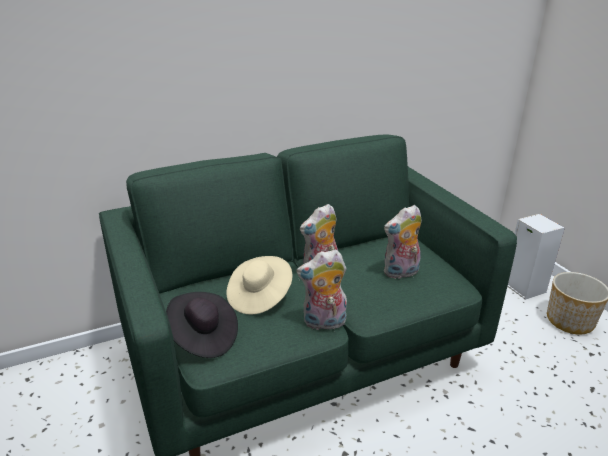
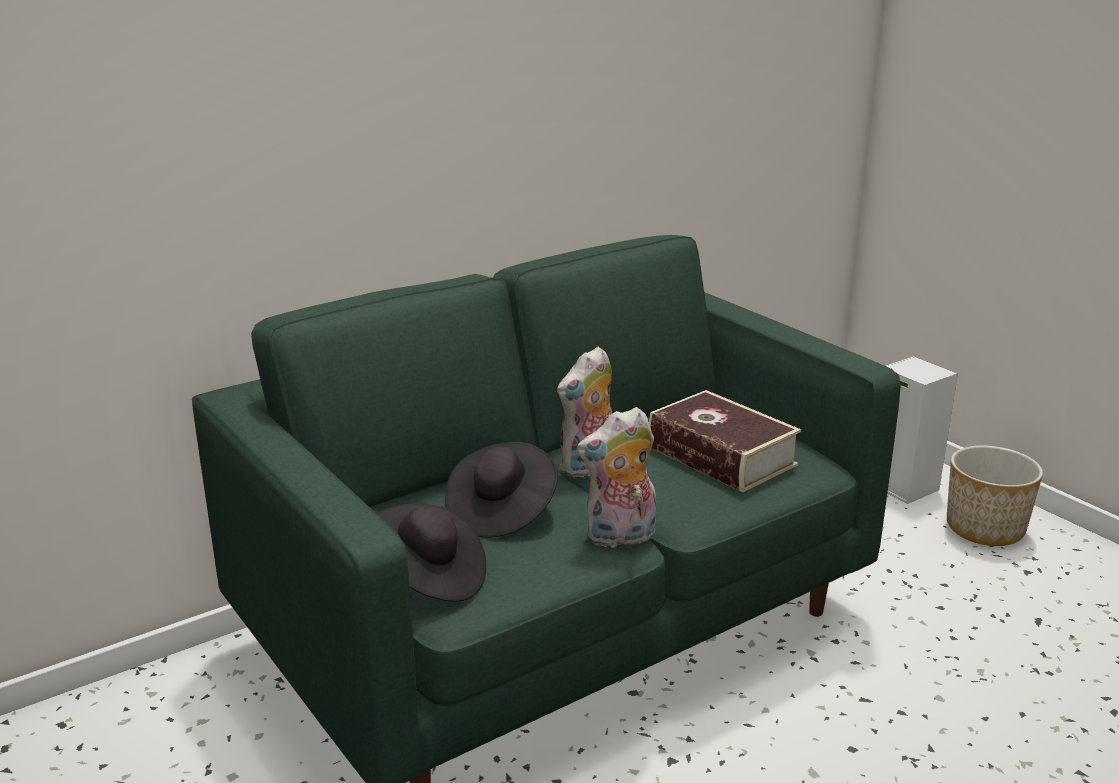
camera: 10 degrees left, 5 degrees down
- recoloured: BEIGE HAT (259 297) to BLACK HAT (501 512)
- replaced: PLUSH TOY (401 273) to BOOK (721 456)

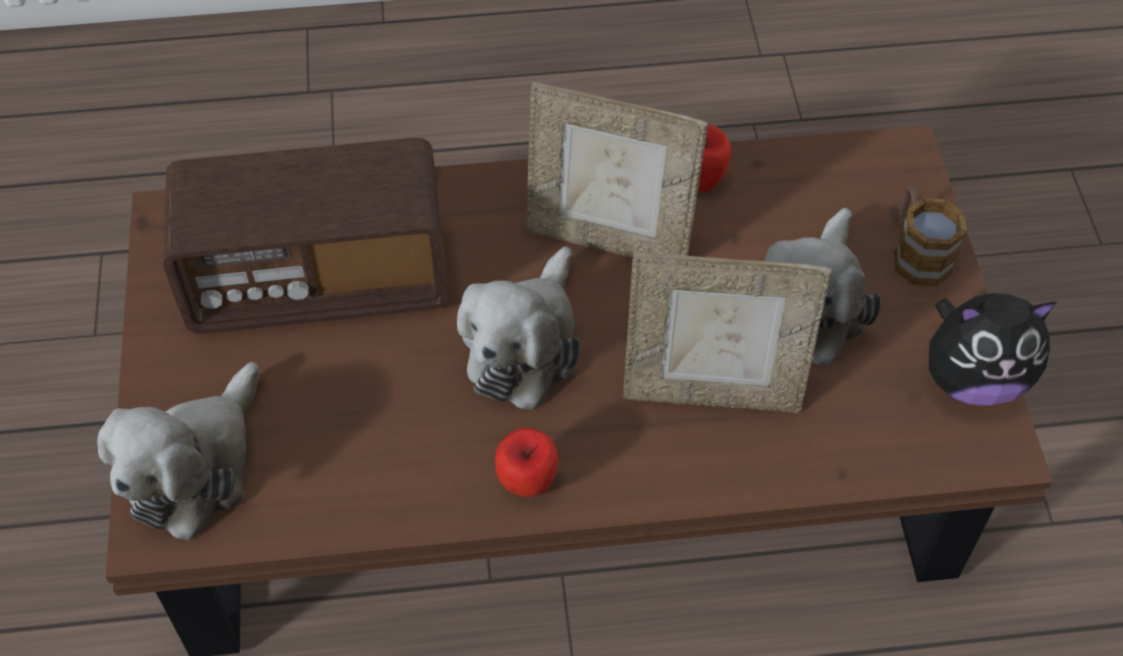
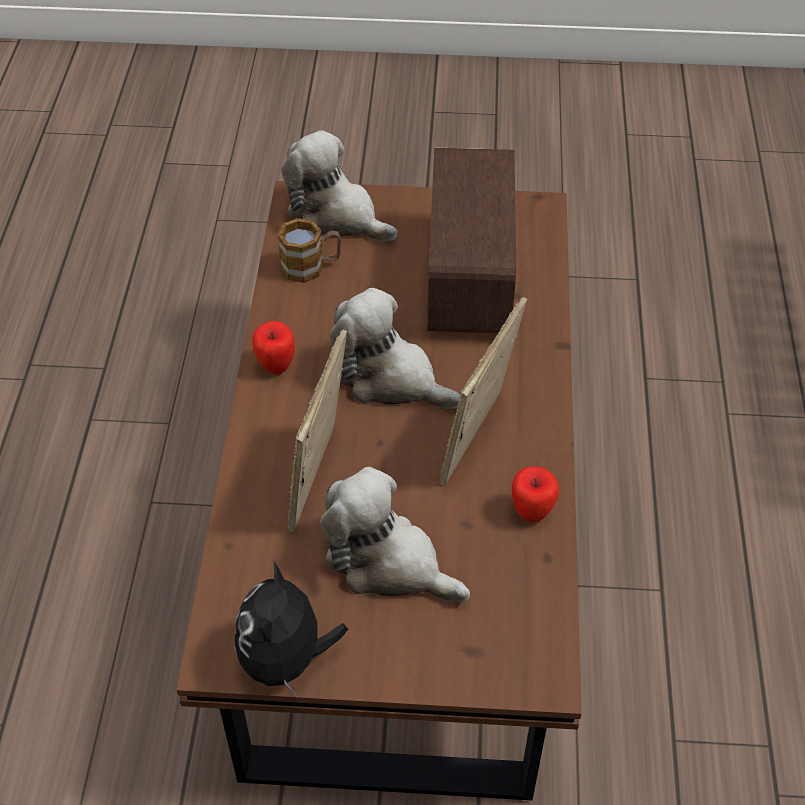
camera: 100 degrees right, 5 degrees down
- moved: MUG (916 252) to (311 266)

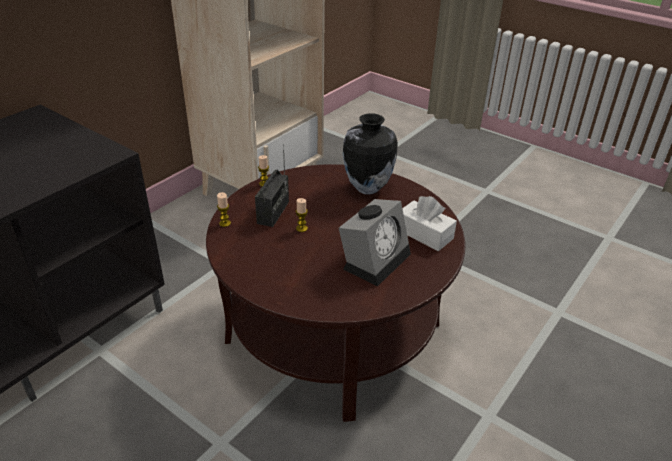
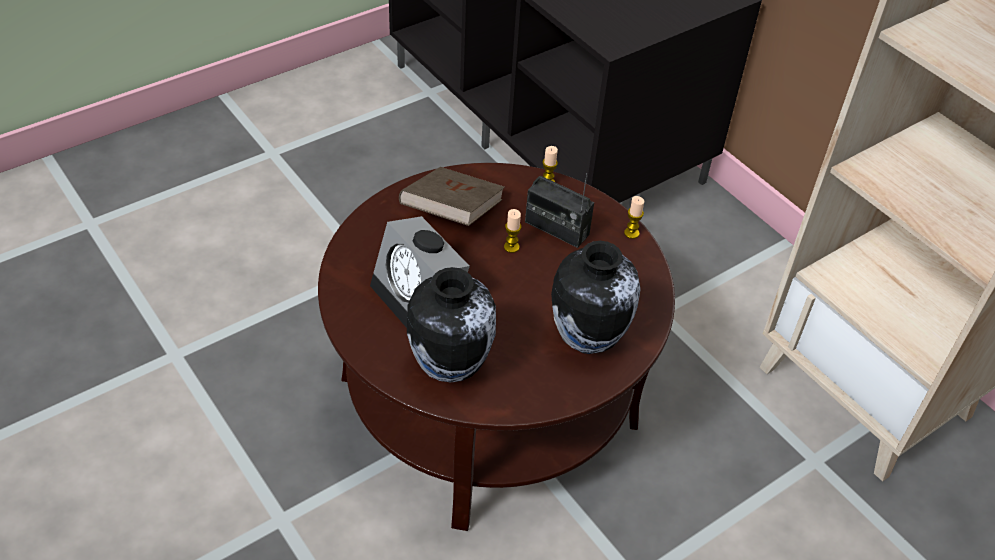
camera: 105 degrees right, 10 degrees up
- replaced: WHITE TISSUE BOX (424 234) to VASE (450 367)
- added: BROWN BOOK (452 213)

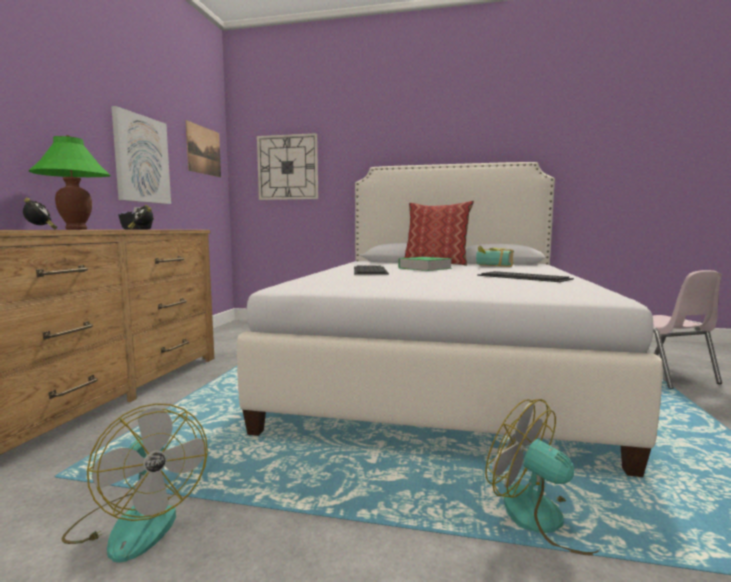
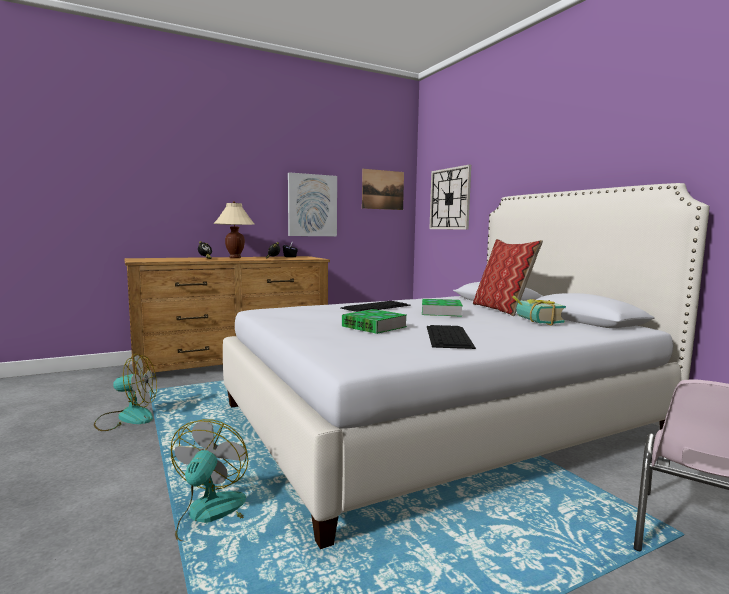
camera: 50 degrees right, 0 degrees up
- recoloured: GREEN TABLE LAMP (76 229) to BEIGE TABLE LAMP (235 258)
- turned: FAN (137 522) = (126 418) 105 degrees counterclockwise
- added: BOOK (374 326)

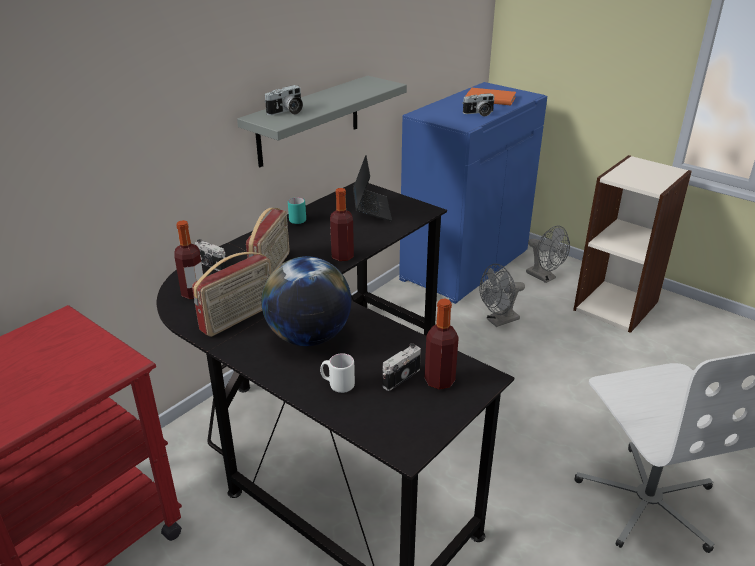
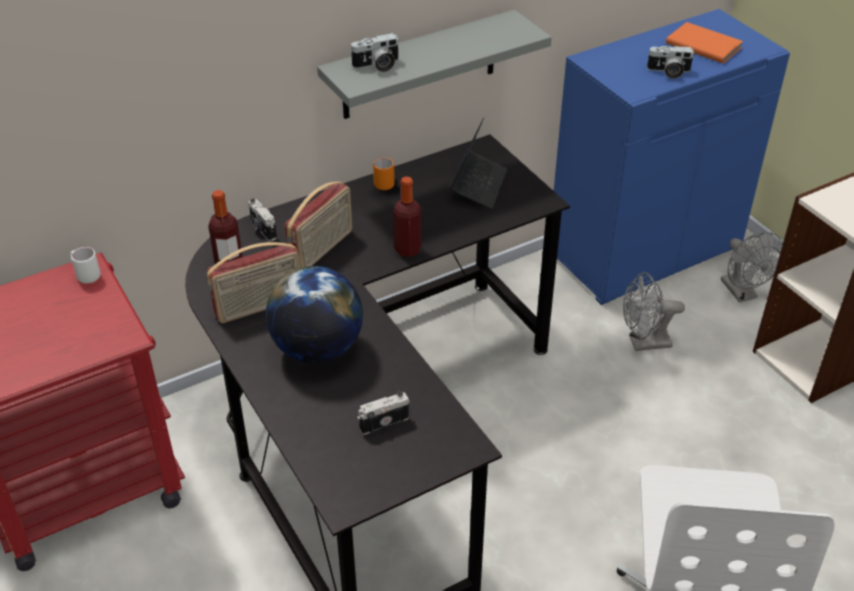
camera: 20 degrees right, 10 degrees up
- recoloured: TURQUOISE MUG (298 219) to ORANGE MUG (385 182)
- moved: WHITE MUG (337 385) to (86 275)
- removed: BOTTLE (439 381)

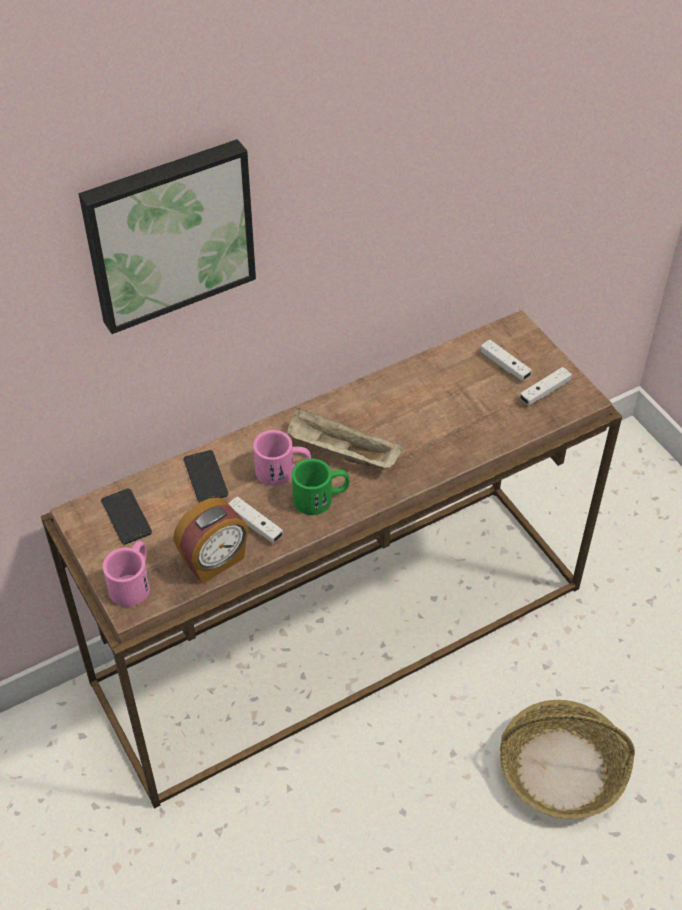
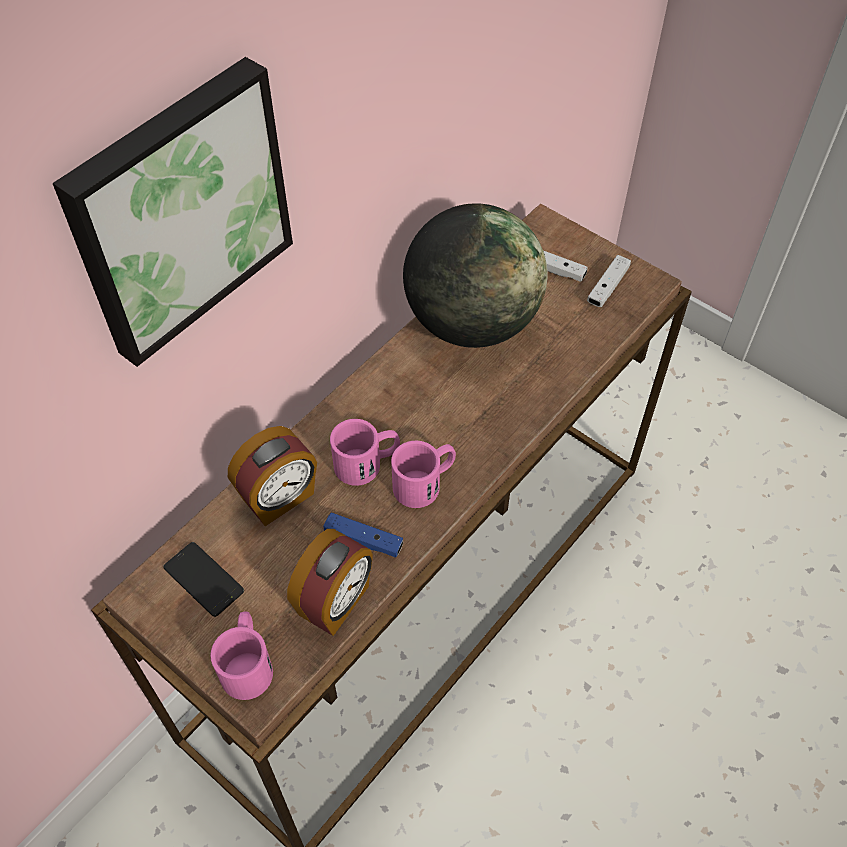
camera: 20 degrees left, 5 degrees up
- replaced: PHONE (205 477) to ALARM CLOCK (279 498)
- recoloured: WHITE GAME CONTROLLER (255 525) to BLUE GAME CONTROLLER (363 540)
- removed: BEIGE TRAY (341 453)
- recoloured: GREEN MUG (321 498) to PINK MUG (425 482)
- removed: BASKET (562 769)
- added: GLOBE (471 324)

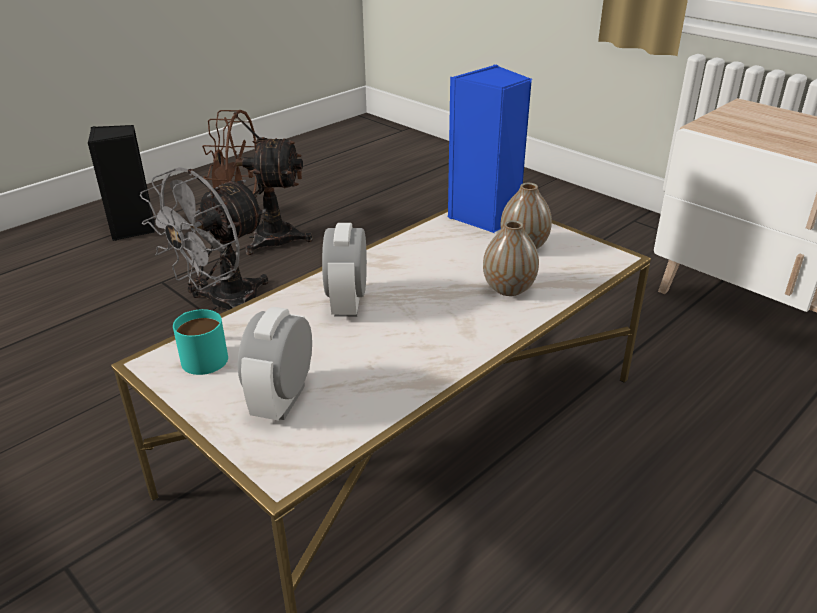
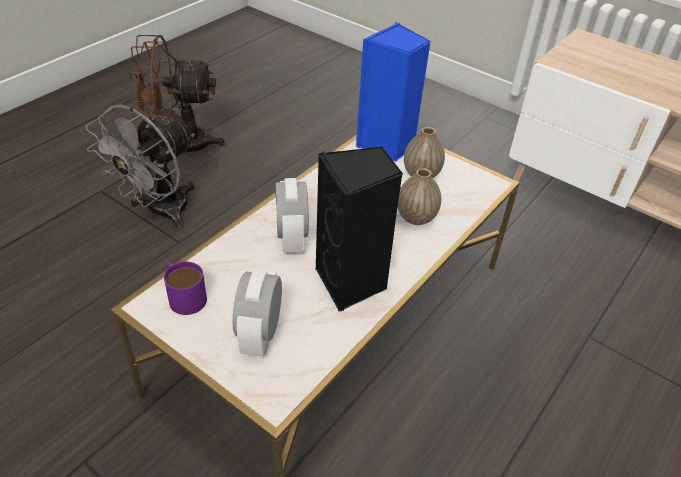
camera: 10 degrees left, 10 degrees up
- moved: BLACK SPEAKER (133 229) to (352 283)
- recoloured: TURQUOISE MUG (201 355) to PURPLE MUG (184 295)

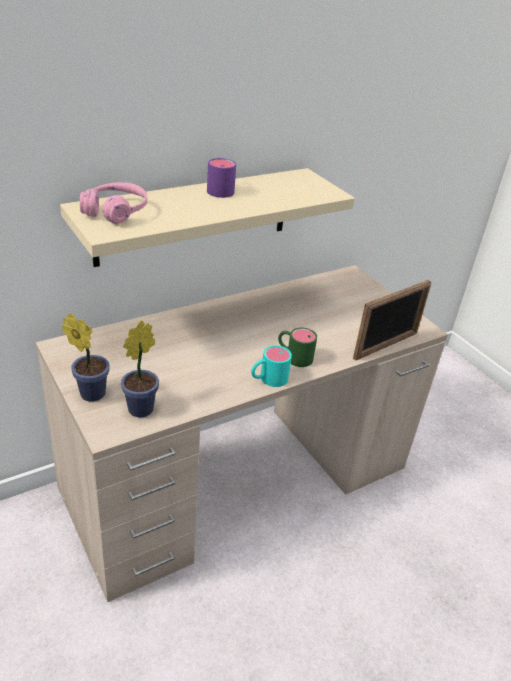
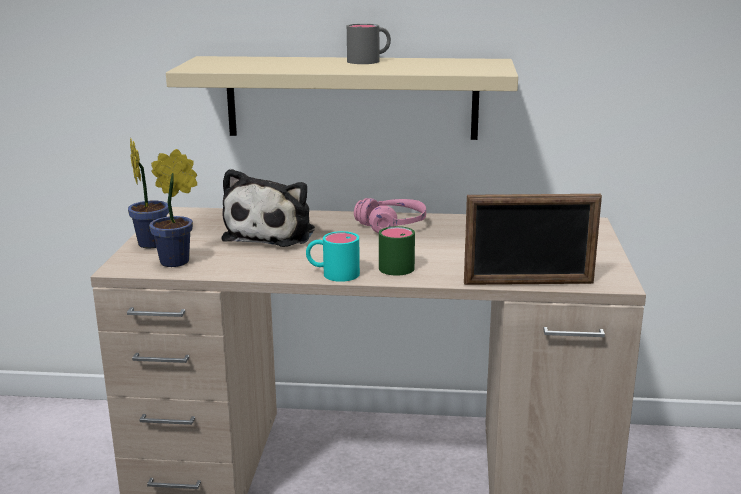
camera: 40 degrees right, 15 degrees down
- moved: PINK HEADPHONES (115 212) to (392 225)
- recoloured: PURPLE MUG (223 189) to GREY MUG (370 61)
- added: PLUSH TOY (273 234)

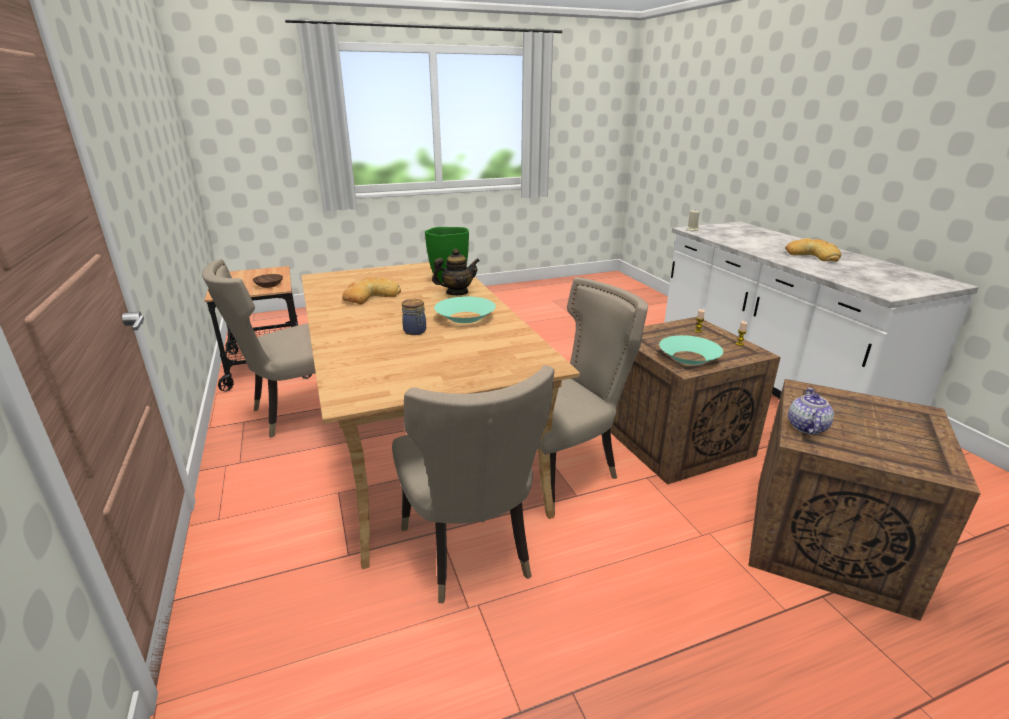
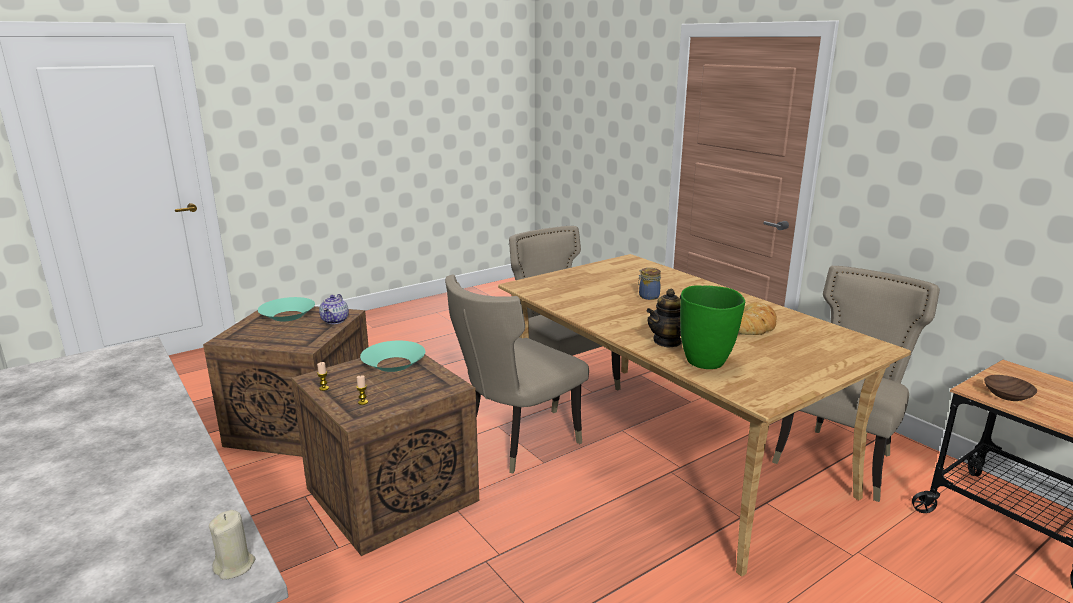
camera: 165 degrees right, 5 degrees down
- moved: TURQUOISE BOWL (465 317) to (288 316)
- removed: BREAD (812 255)

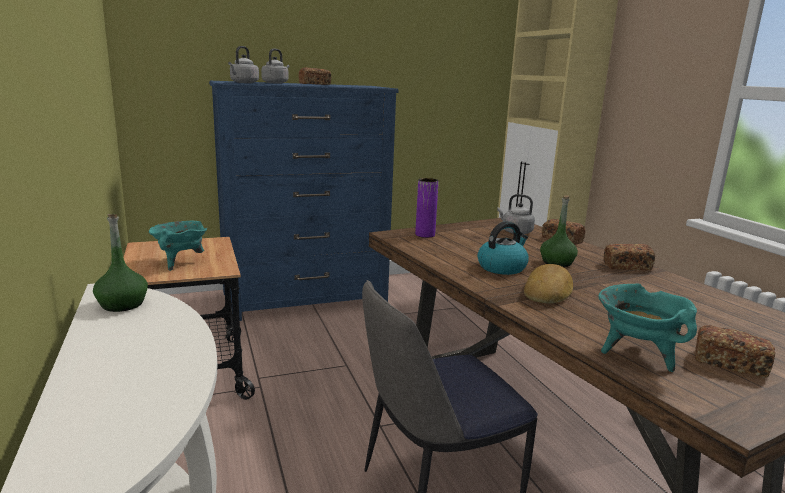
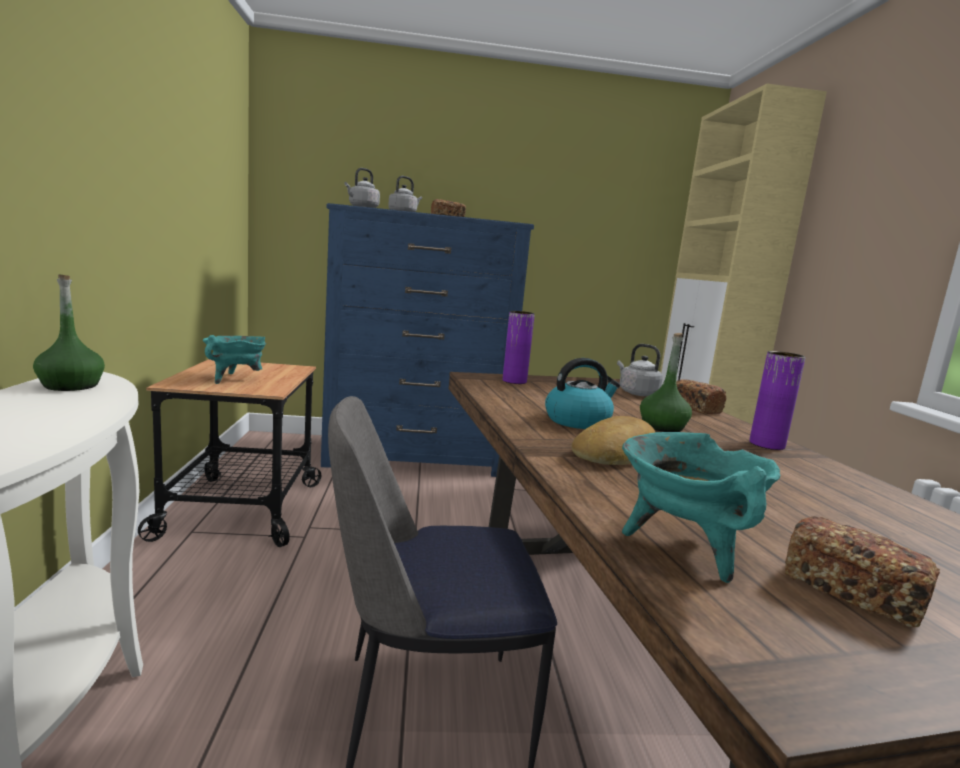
camera: 15 degrees right, 5 degrees down
- replaced: BREAD (627 266) to PURPLE VASE (766 444)

